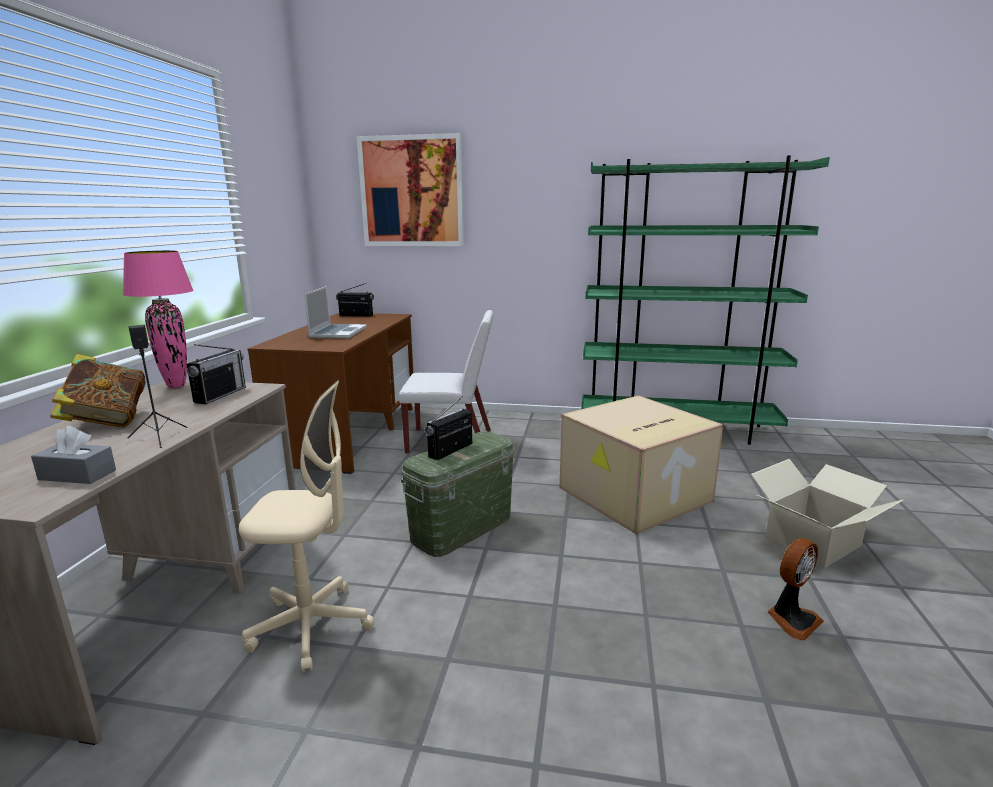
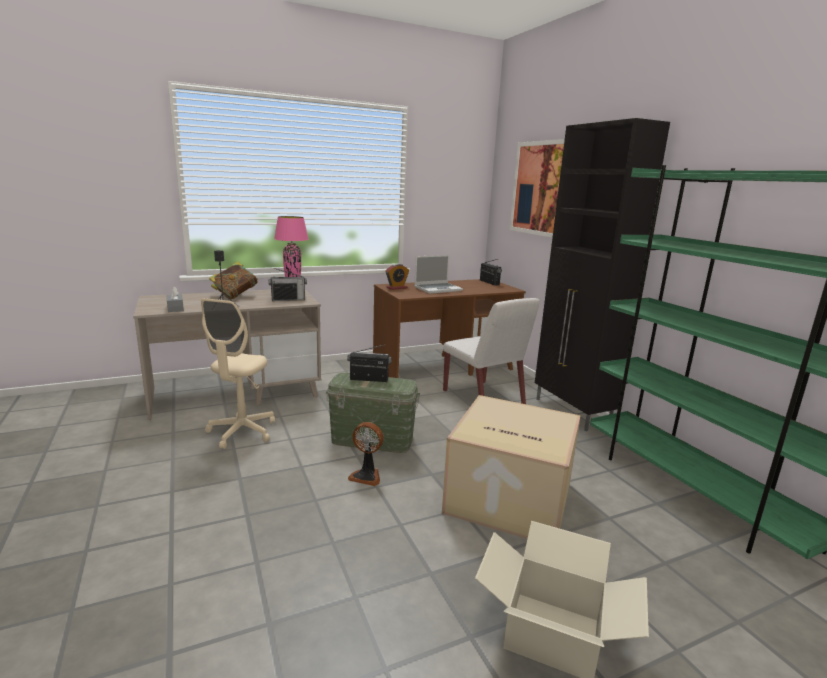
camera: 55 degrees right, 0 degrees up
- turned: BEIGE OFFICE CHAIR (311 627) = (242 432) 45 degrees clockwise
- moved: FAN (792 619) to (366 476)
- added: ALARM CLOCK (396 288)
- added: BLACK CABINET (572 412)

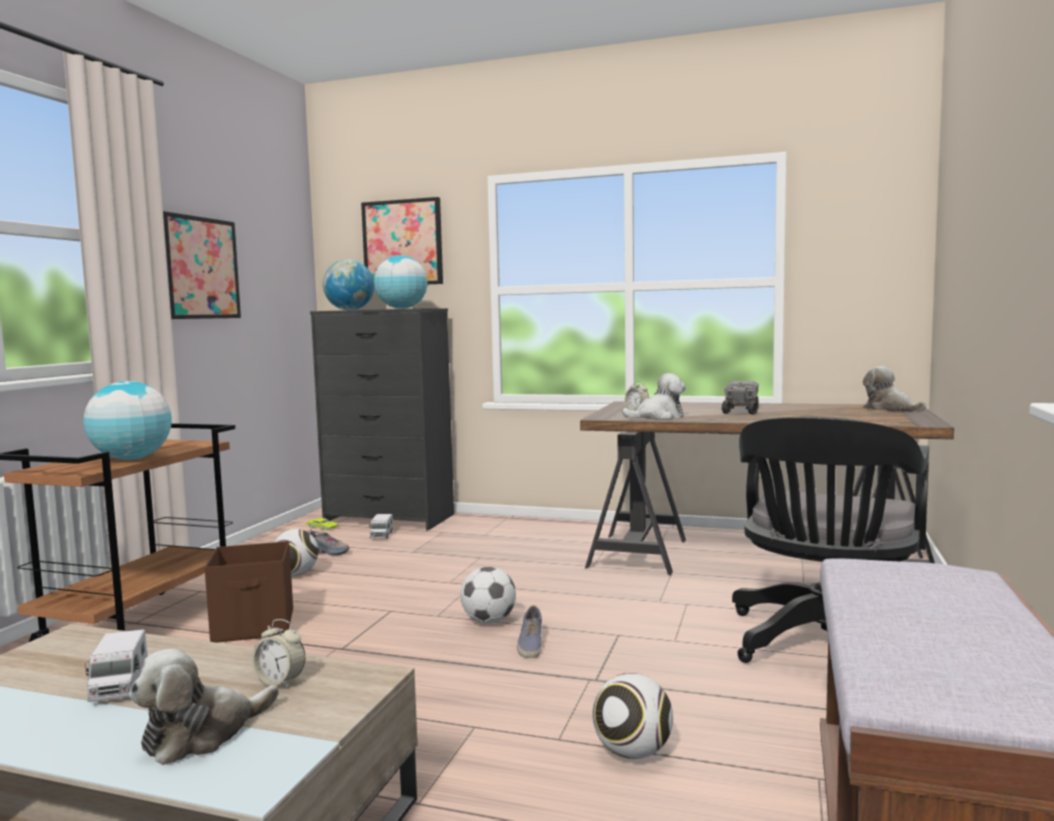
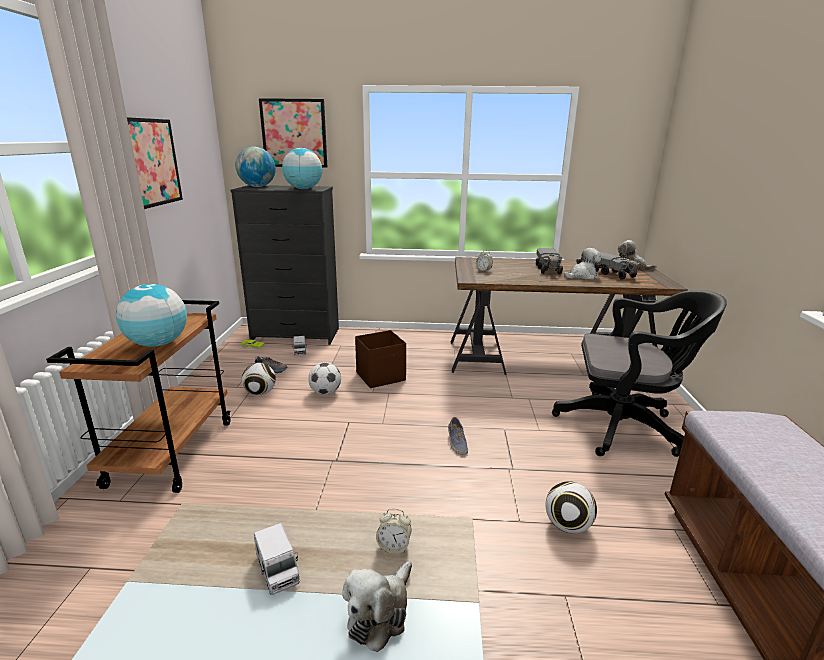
camera: 15 degrees left, 15 degrees up
- moved: BROWN STORAGE BOX (255 626) to (381 376)
- moved: FOOTBALL (489 621) to (325 392)
- moved: PLUSH TOY (658 417) to (582 276)
- turned: BLACK OFFICE CHAIR (826 648) = (623 427) 90 degrees counterclockwise
- added: TOY TRUCK (613 274)

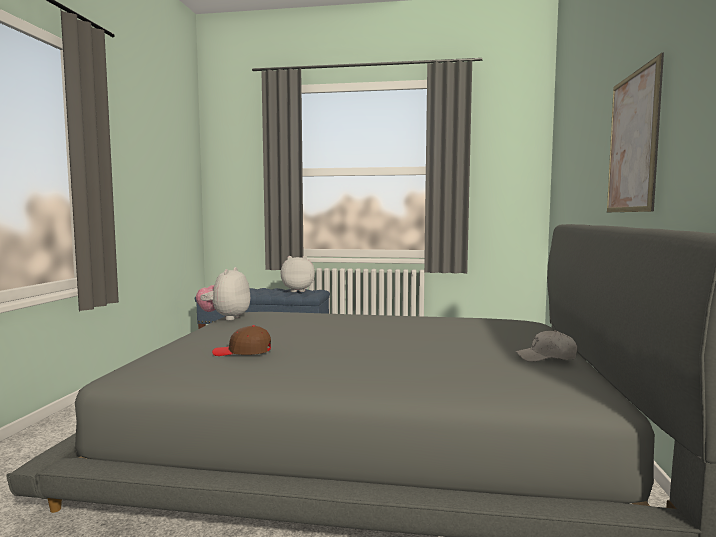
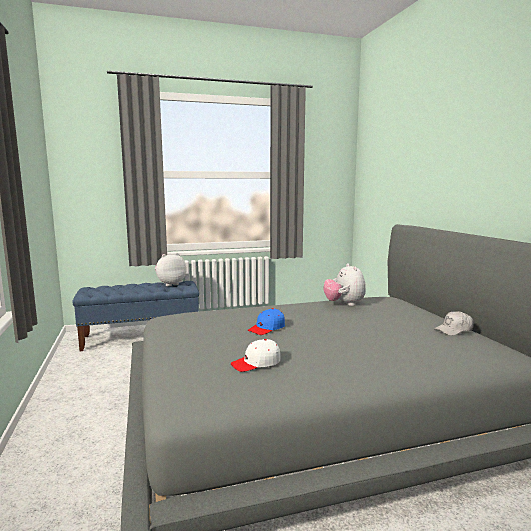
camera: 25 degrees left, 5 degrees up
- moved: PLUSH TOY (225 318) to (344 304)
- recoloured: BROWN CAP (242 352) to WHITE CAP (256 363)
- removed: PICTURE (632 142)
- added: BLUE CAP (267 328)

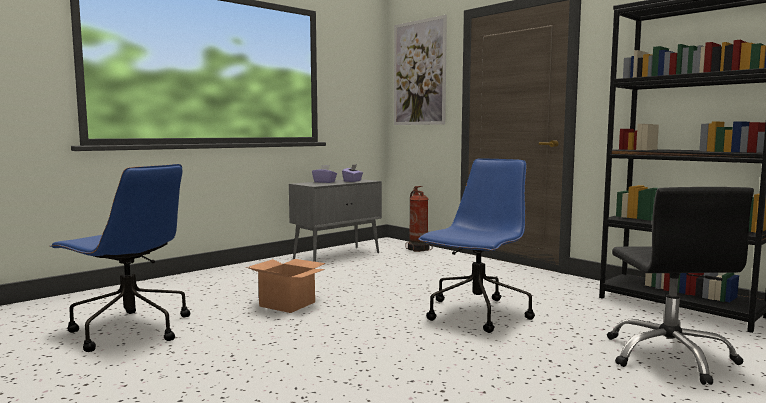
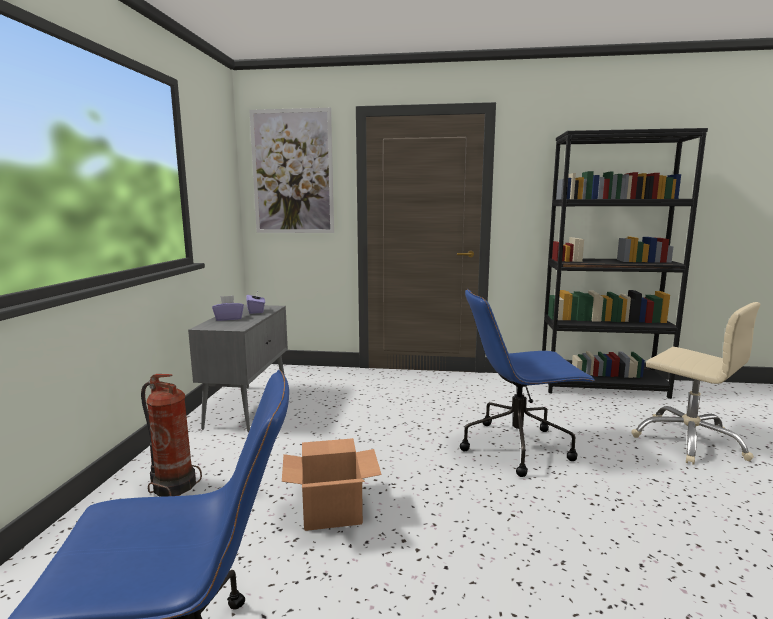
camera: 40 degrees left, 5 degrees up
- moved: FIRE EXTINGUISHER (418 249) to (174 485)
- turned: BLUE OFFICE CHAIR (476 314) = (518 446) 90 degrees counterclockwise
- recoloured: BLACK OFFICE CHAIR (669 356) to BEIGE OFFICE CHAIR (689 441)

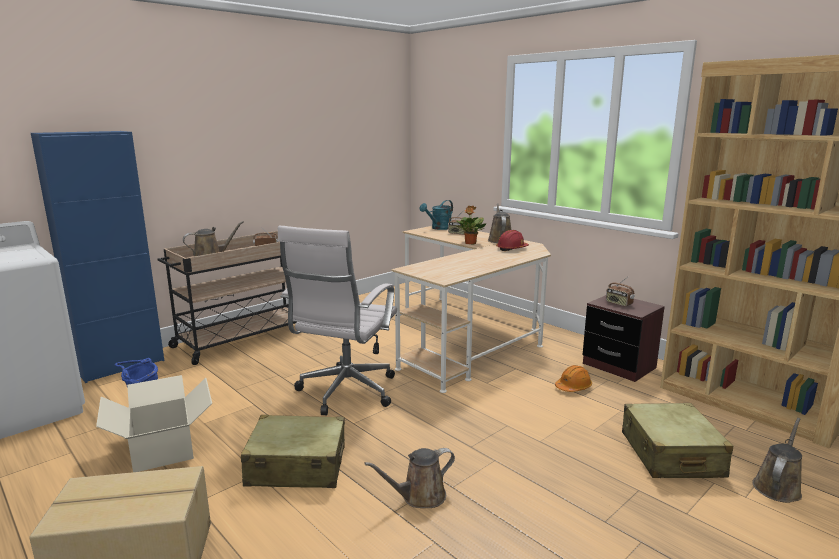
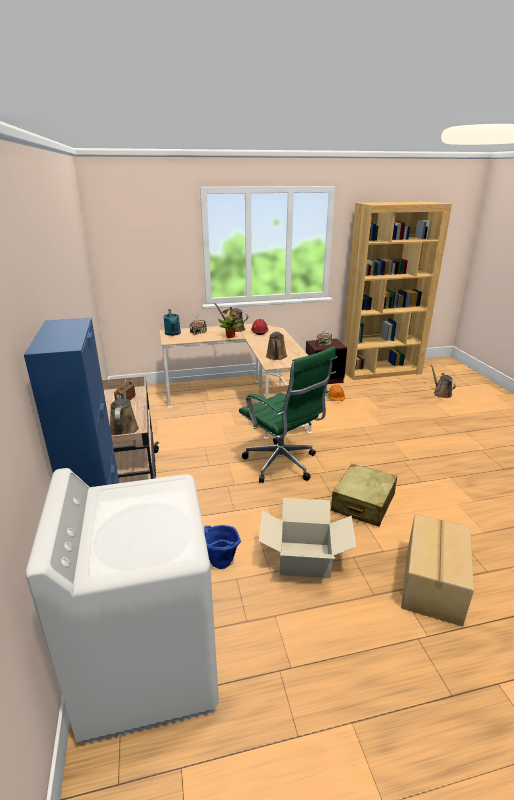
camera: 60 degrees left, 10 degrees up
- recoloured: WHITE OFFICE CHAIR (345 393) to GREEN OFFICE CHAIR (283 465)
- moved: BROWN WATERING CAN (419 496) to (276 357)
- removed: BEIGE SUITCASE (670 454)

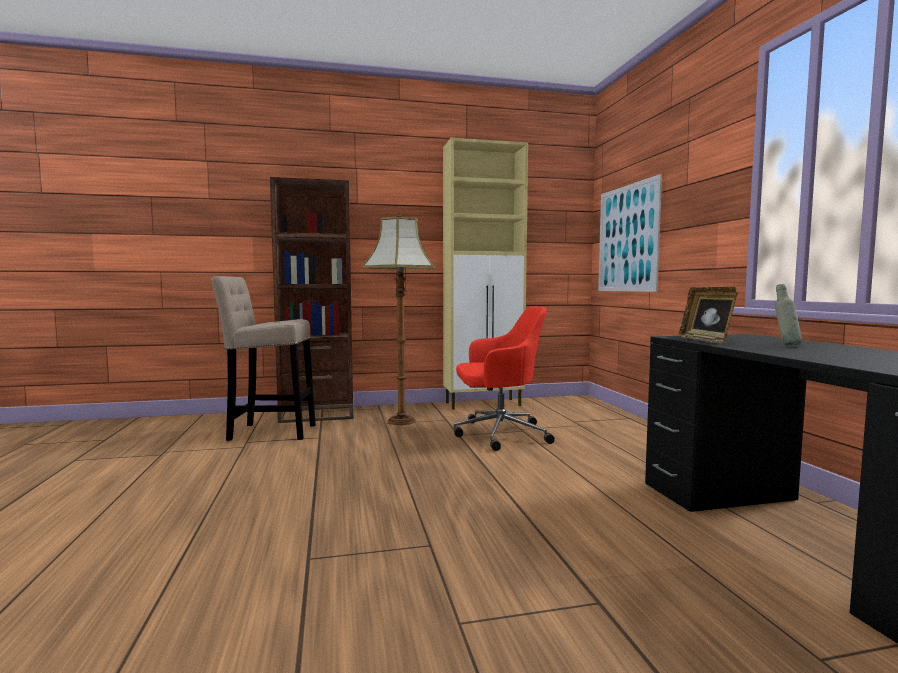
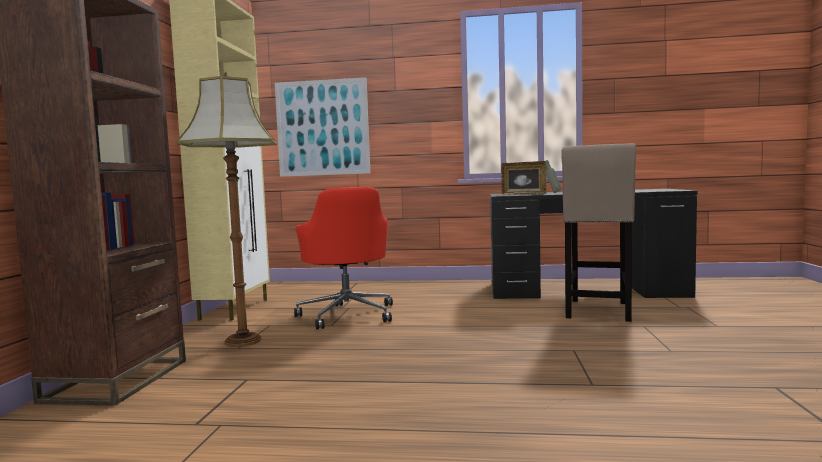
camera: 70 degrees left, 0 degrees up
- moved: BEIGE STOOL (268 432) to (597 311)
- turned: RED OFFICE CHAIR (499 434) = (347 314) 150 degrees clockwise

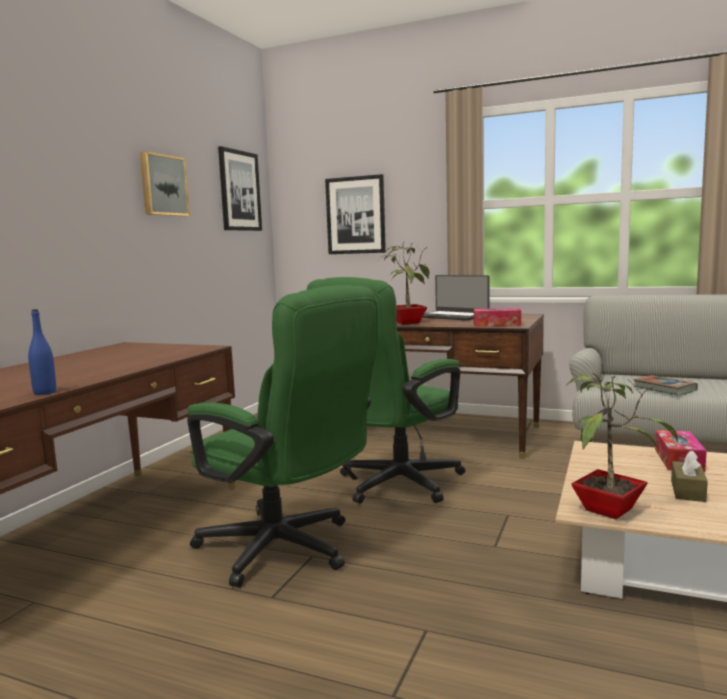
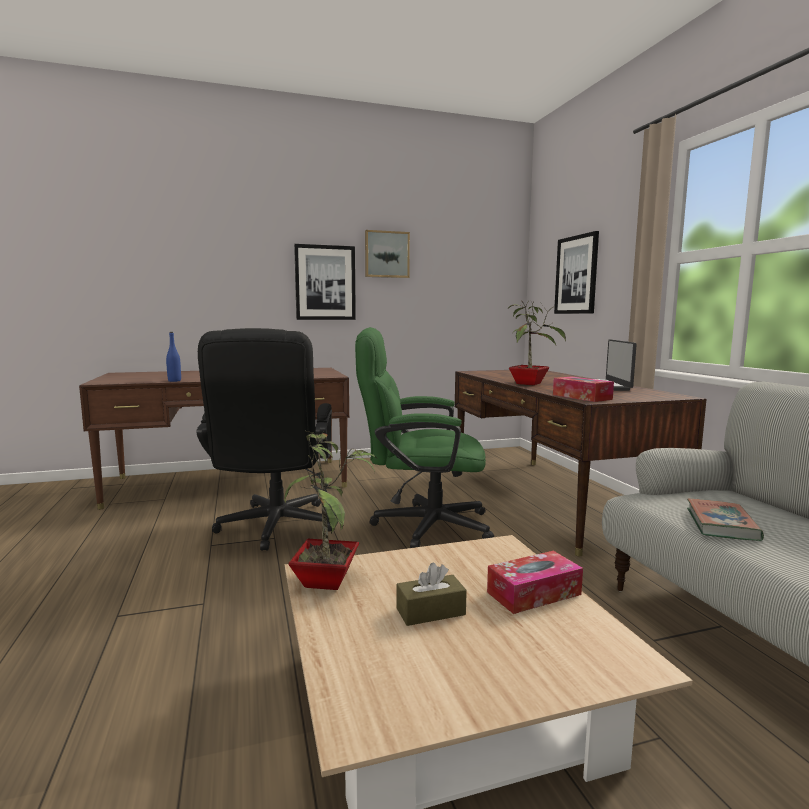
camera: 50 degrees right, 0 degrees up
- recoloured: GREEN OFFICE CHAIR (287 551) to BLACK OFFICE CHAIR (274 529)
- moved: PICTURE (239 191) to (325 283)

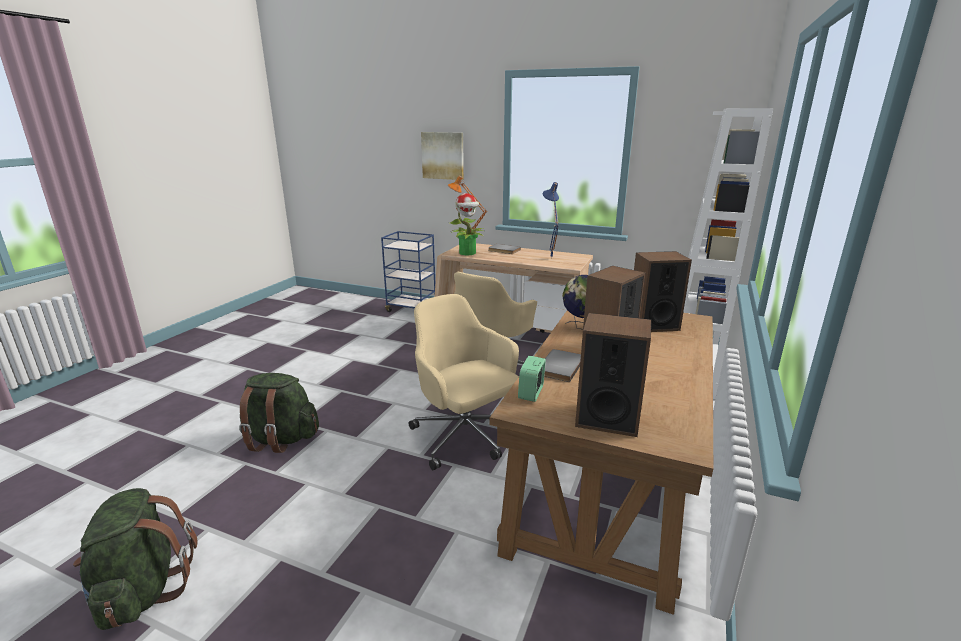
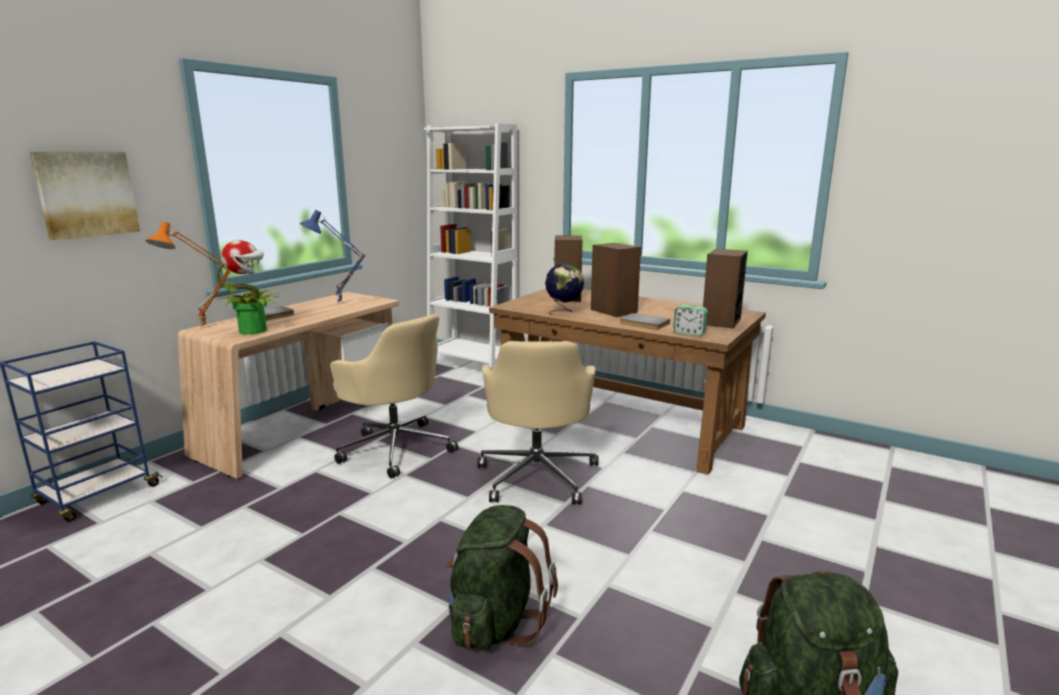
camera: 80 degrees left, 5 degrees down
- turned: BEIGE OFFICE CHAIR (465 437) = (538 475) 60 degrees counterclockwise

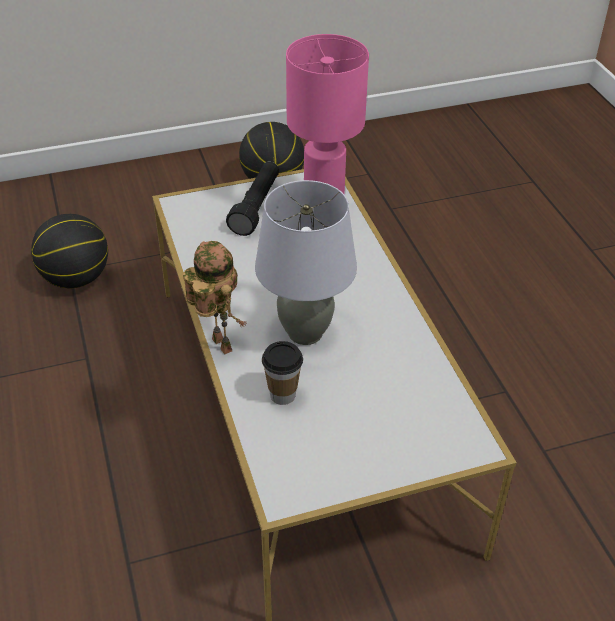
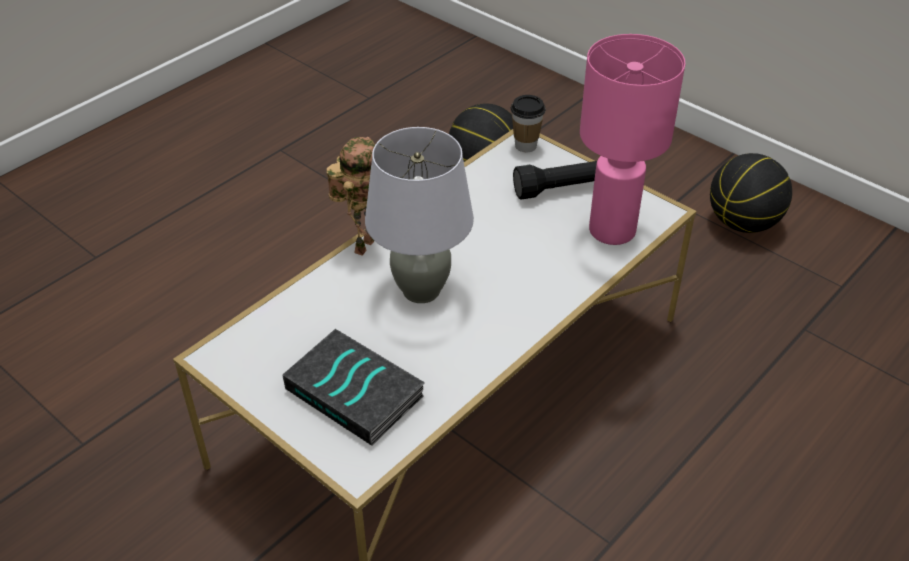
camera: 60 degrees right, 0 degrees up
- moved: CUP (283 395) to (525 146)
- added: BOOK (357 392)

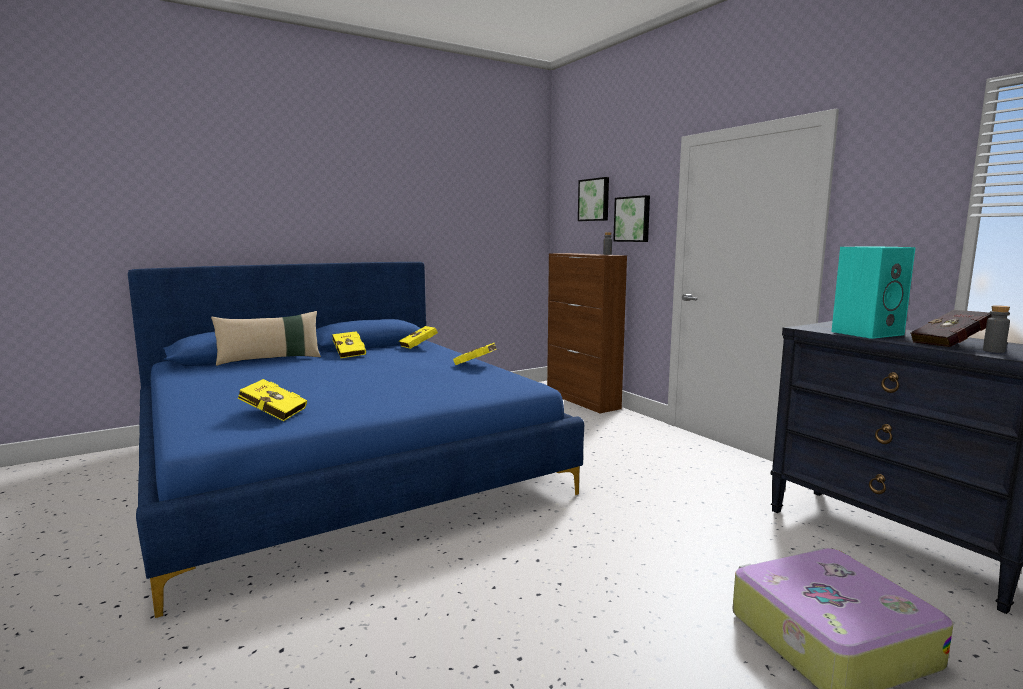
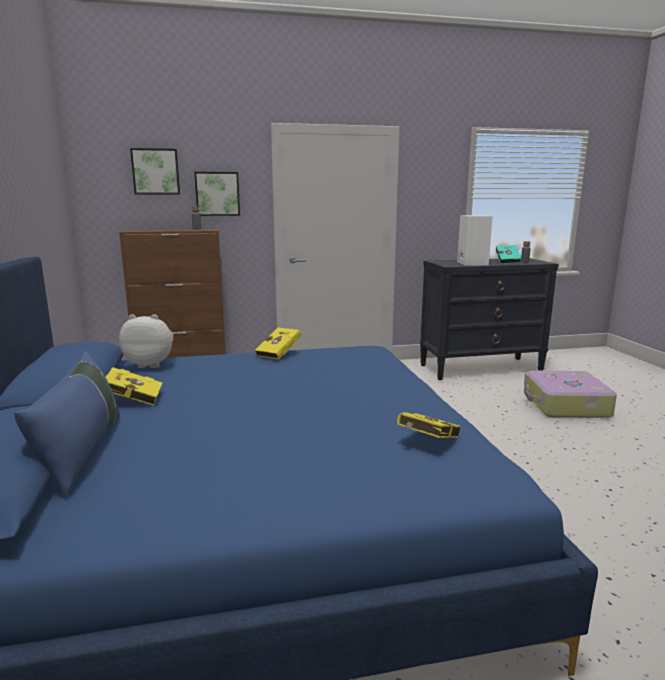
camera: 70 degrees left, 5 degrees up
- recoloured: BEIGE PILLOW (270 360) to BLUE PILLOW (82 452)
- replaced: YELLOW BOOK (420 346) to PLUSH TOY (151 364)
- recoloured: TURQUOISE SPEAKER (867 333) to WHITE SPEAKER (471 263)
- recoloured: RED BOOK (952 344) to TURQUOISE BOOK (507 262)

